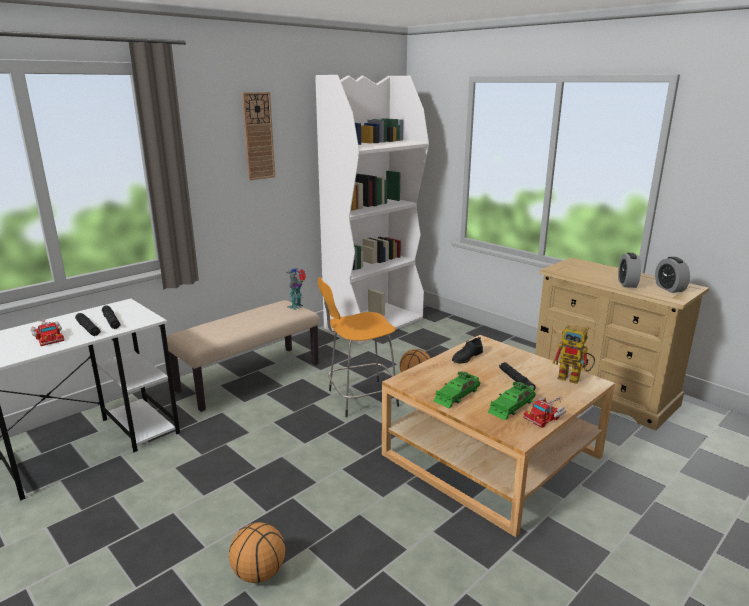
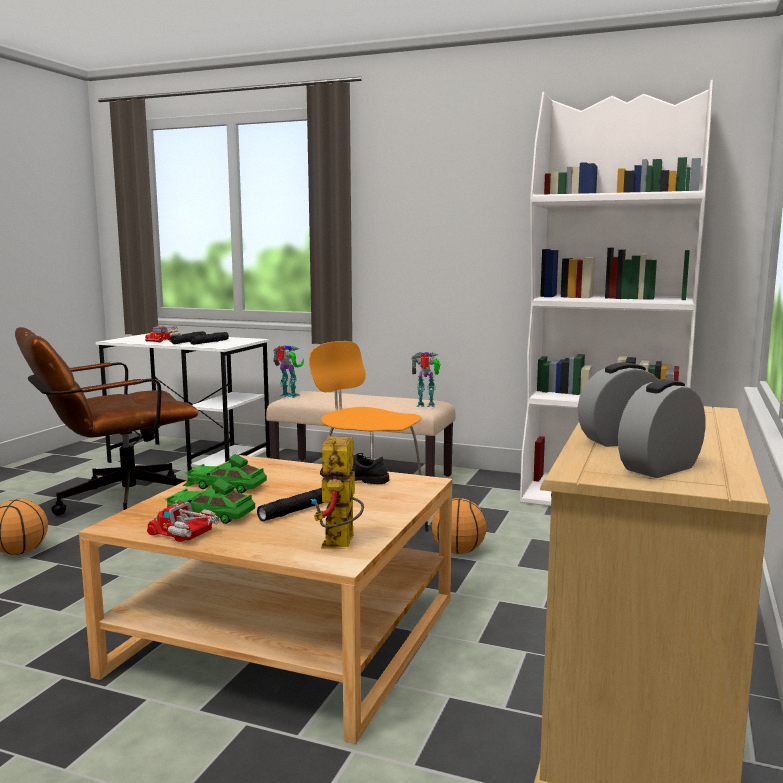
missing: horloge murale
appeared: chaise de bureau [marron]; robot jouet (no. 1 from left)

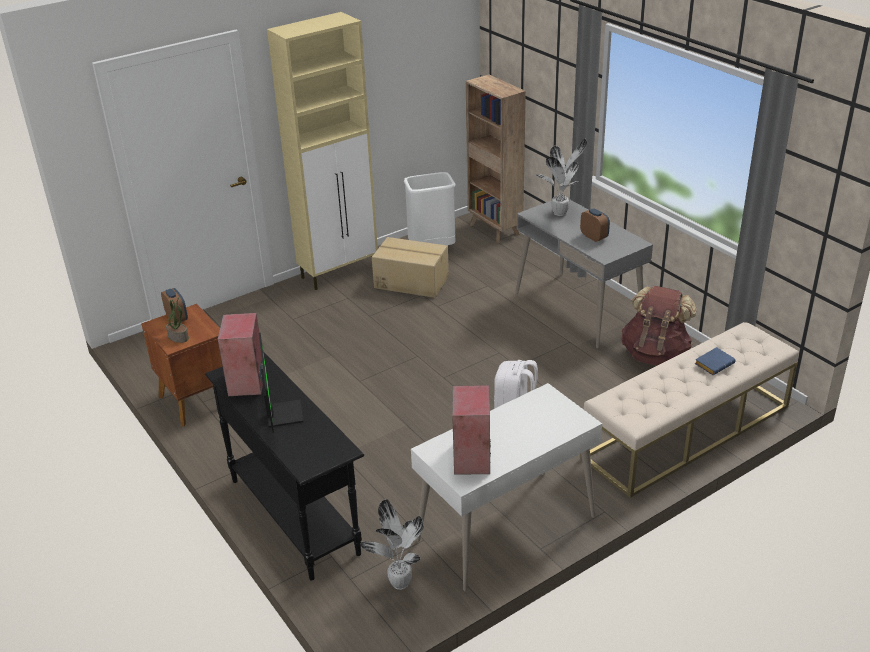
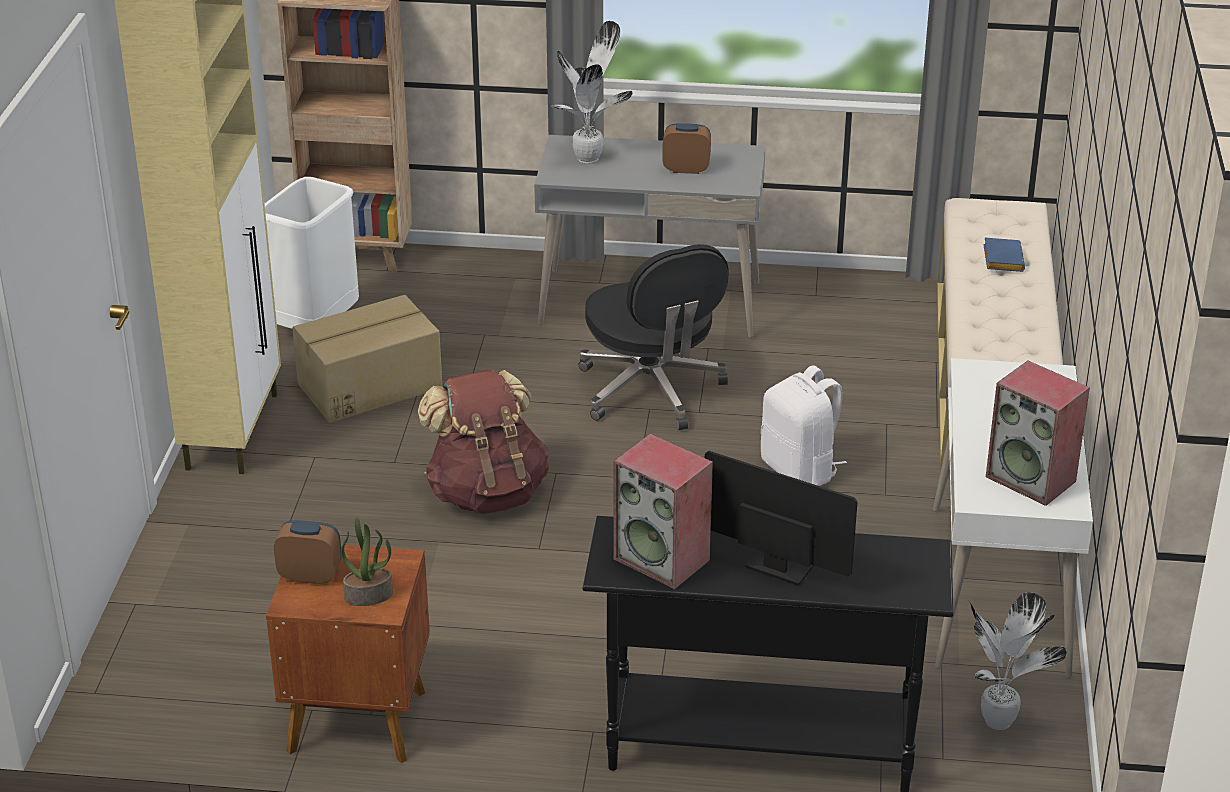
appeared: chaise de bureau [noir]
relocated: sac à dos [marron]

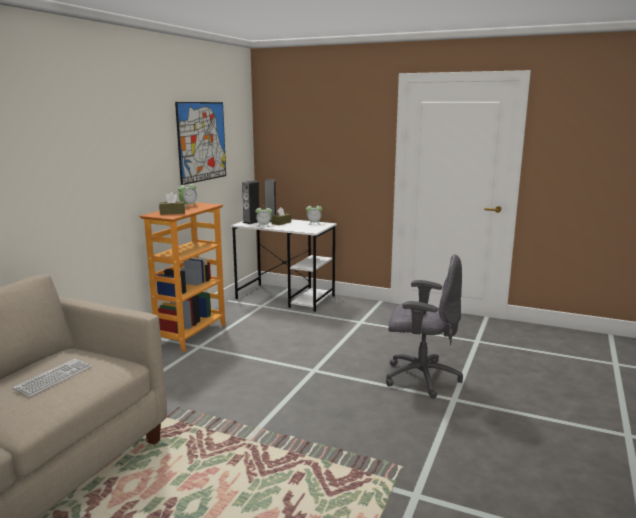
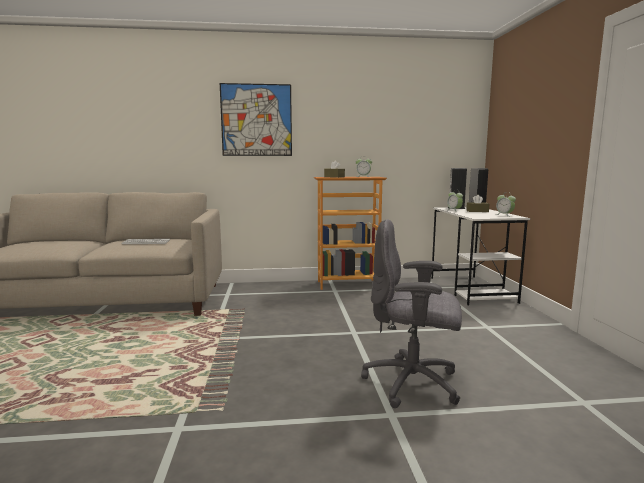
relocated: tableau
spun: chaise de bureau [gris] 120 degrees clockwise

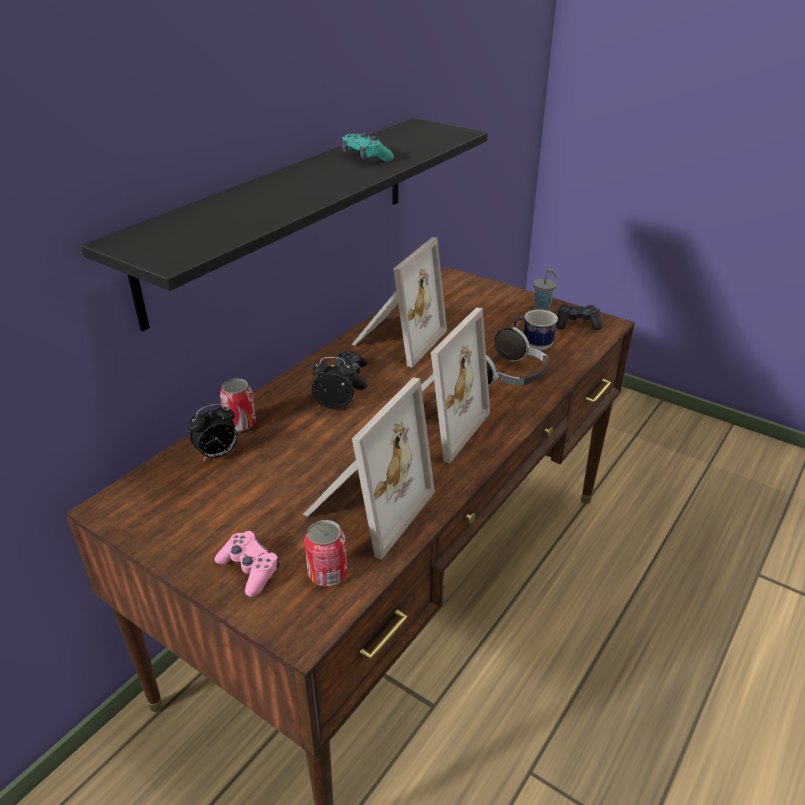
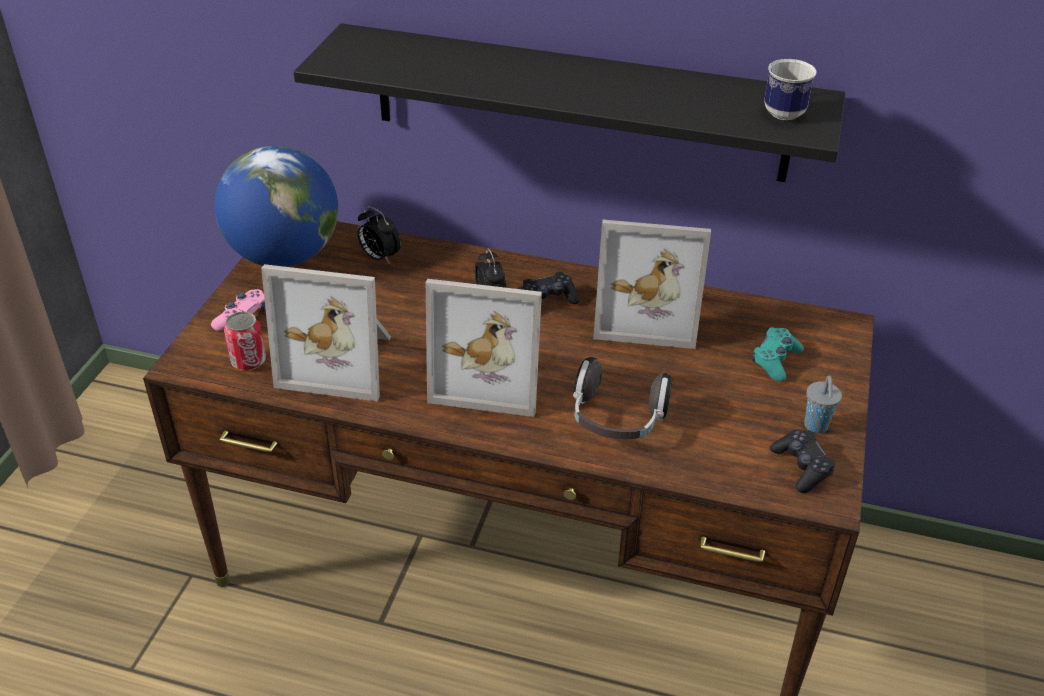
missing: boîte métallique (no. 1 from left)
appeared: globe
relocated: manette [turquoise]; mug

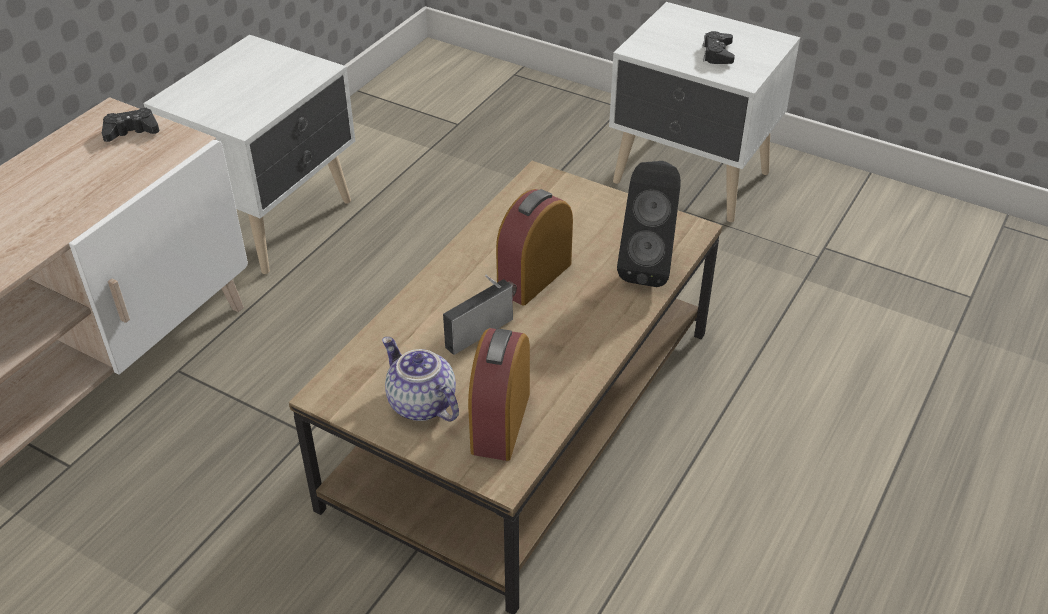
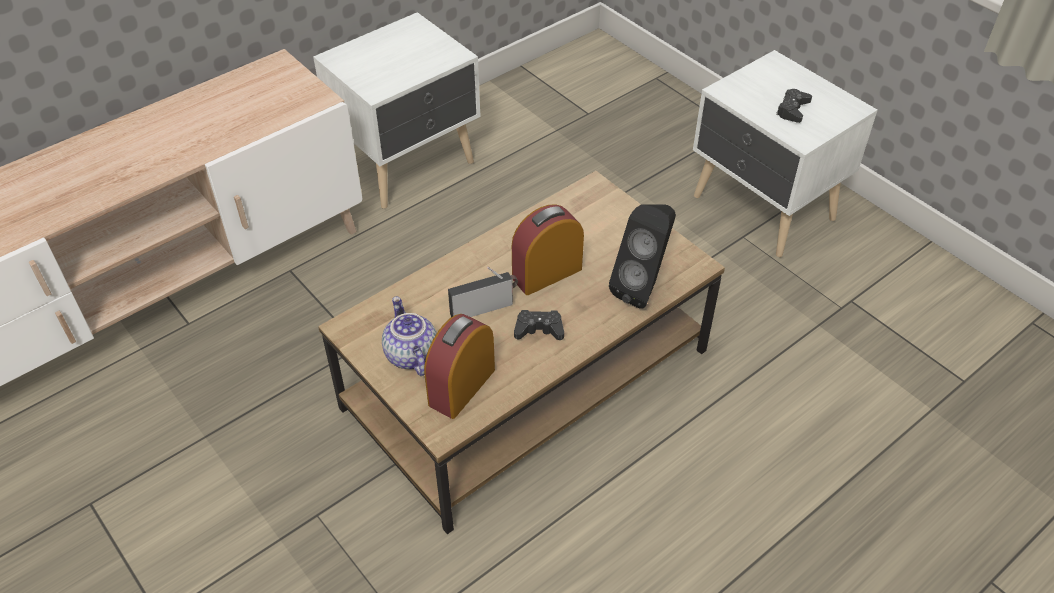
relocated: manette [noir] (no. 1 from left)

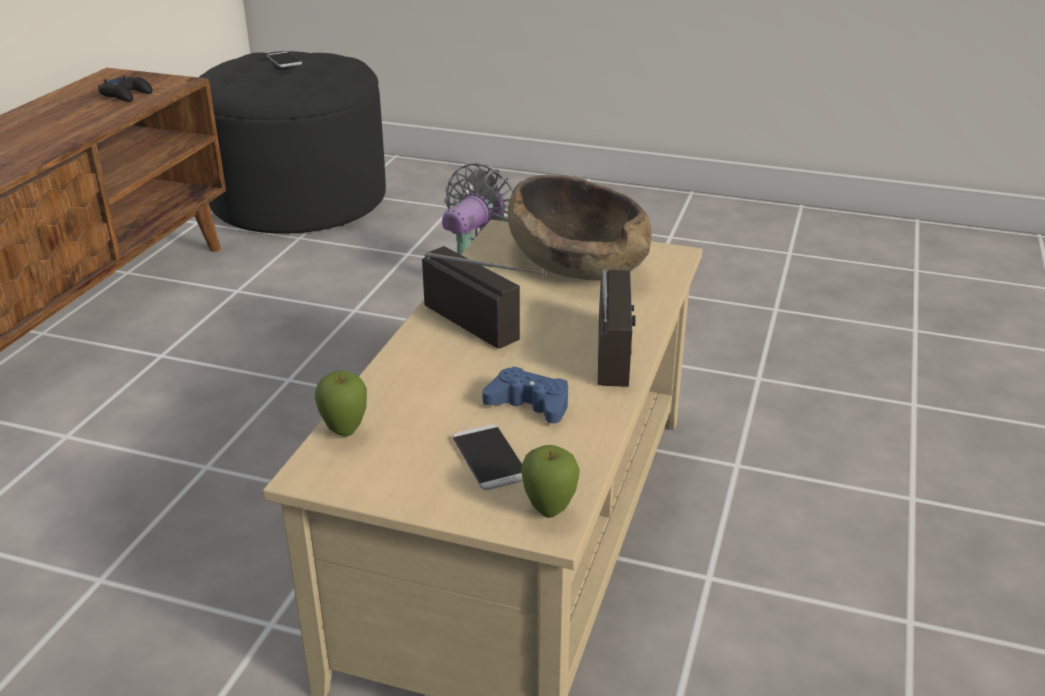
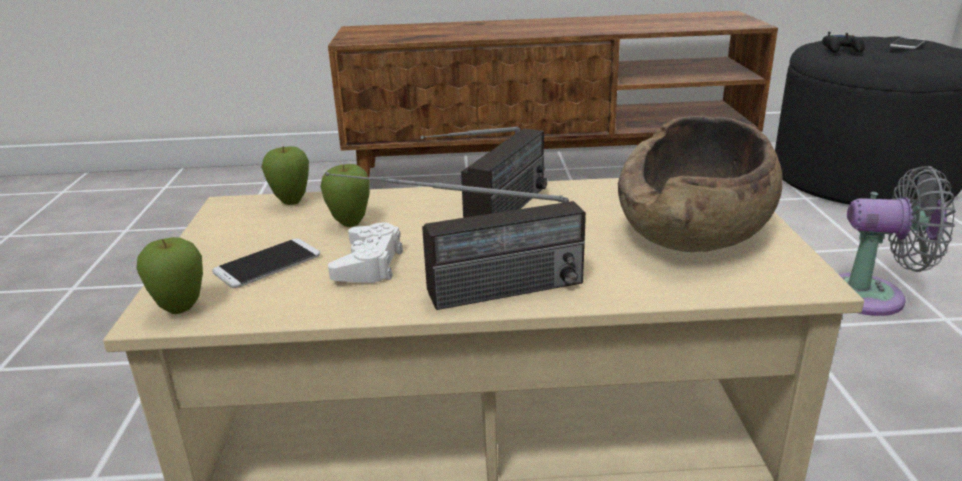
appeared: pomme (no. 3 from left)
relocated: manette [noir]
colour: manette [bleu] to manette [blanc]

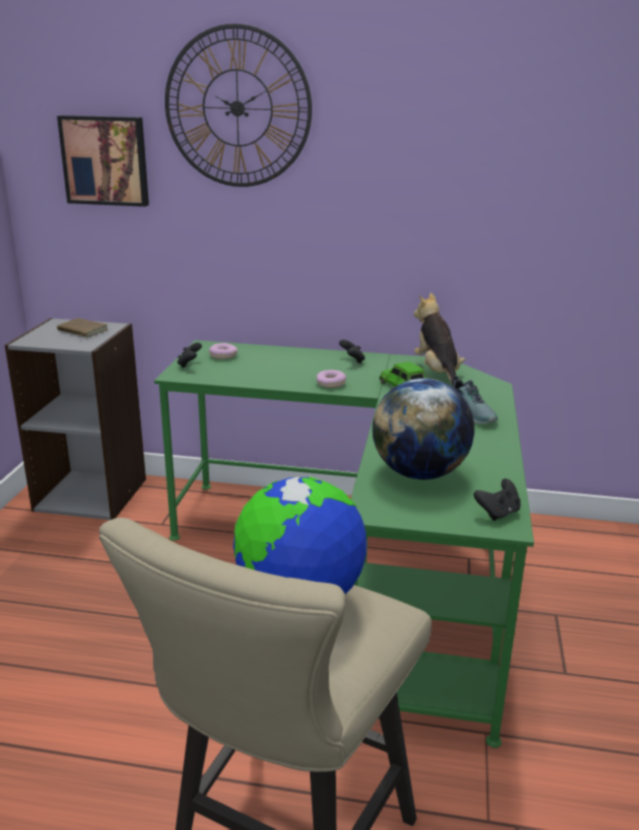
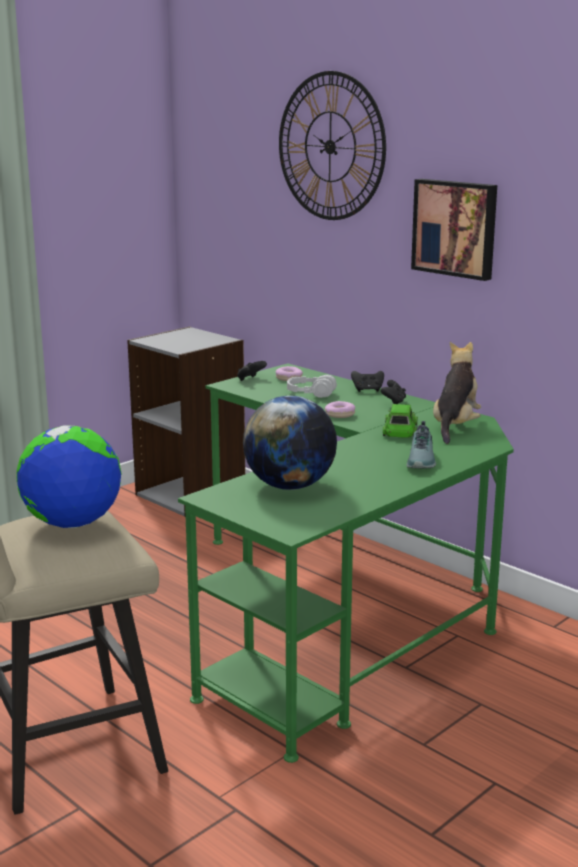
missing: livre [marron]
appeared: casque audio [gris]
relocated: tableau; manette [noir] (no. 3 from left in the first image) to manette [noir] (no. 2 from left)

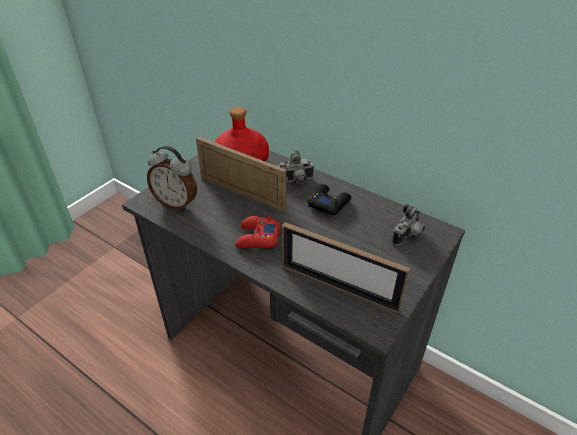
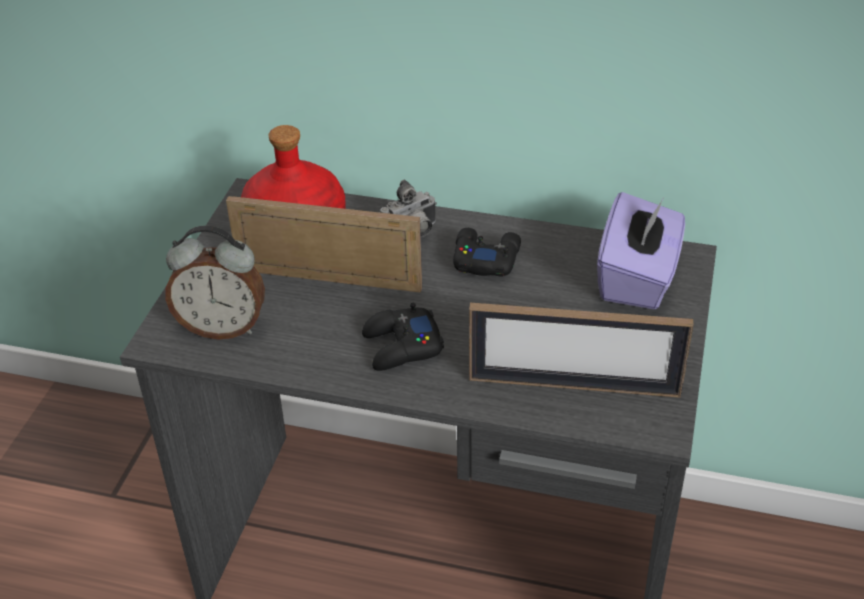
exchanged: appareil photo (no. 2 from left) to boîte à mouchoirs [violet]
colour: manette [rouge] to manette [noir] (no. 1 from left)

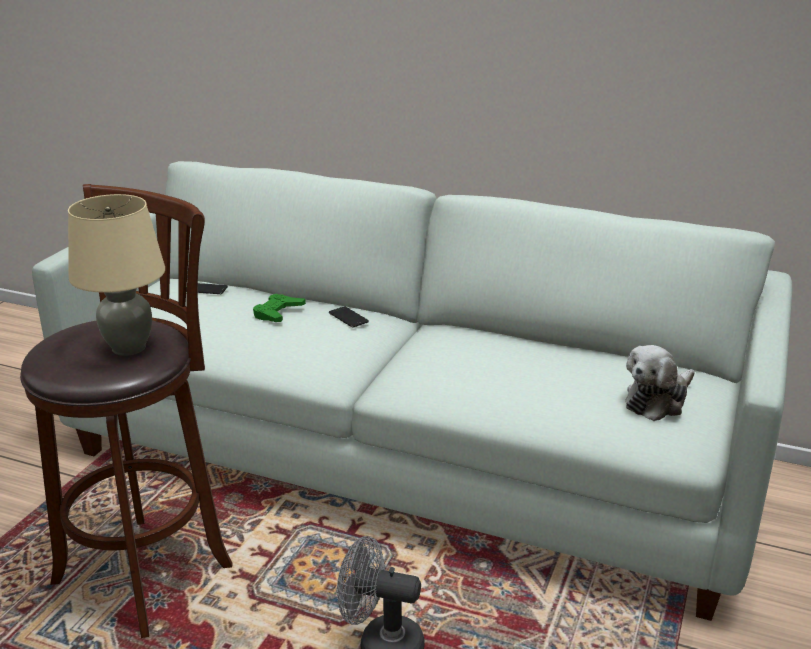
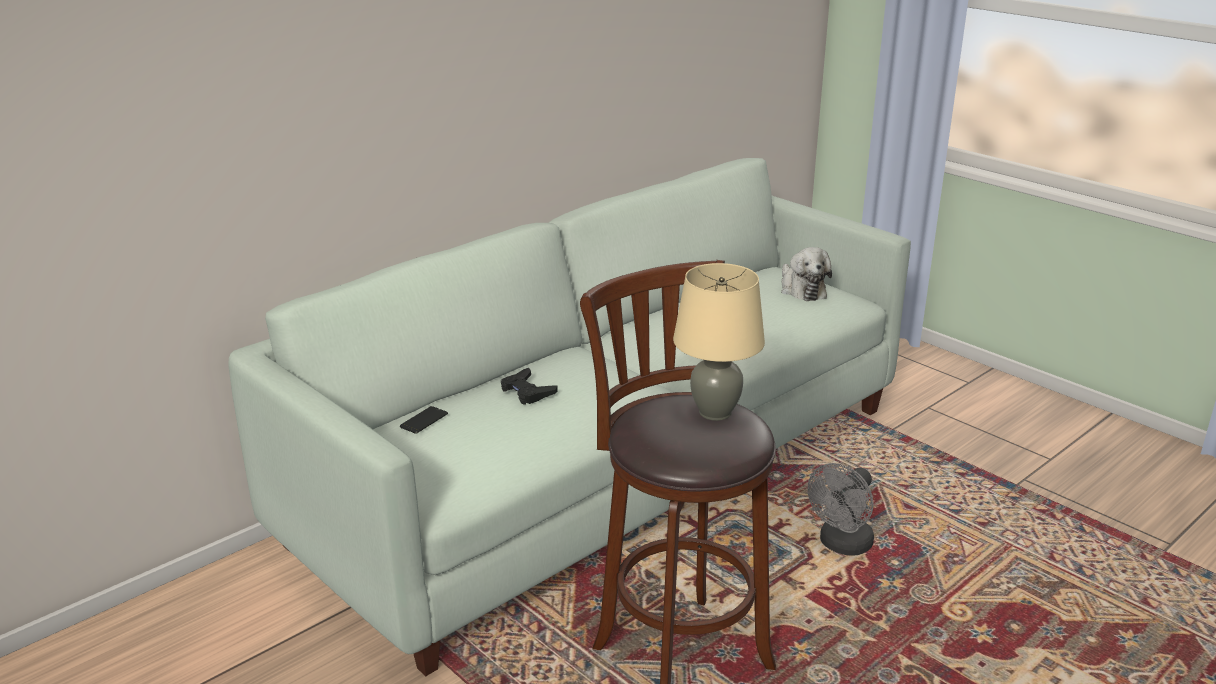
missing: téléphone (no. 2 from left)
colour: manette [vert] to manette [noir]

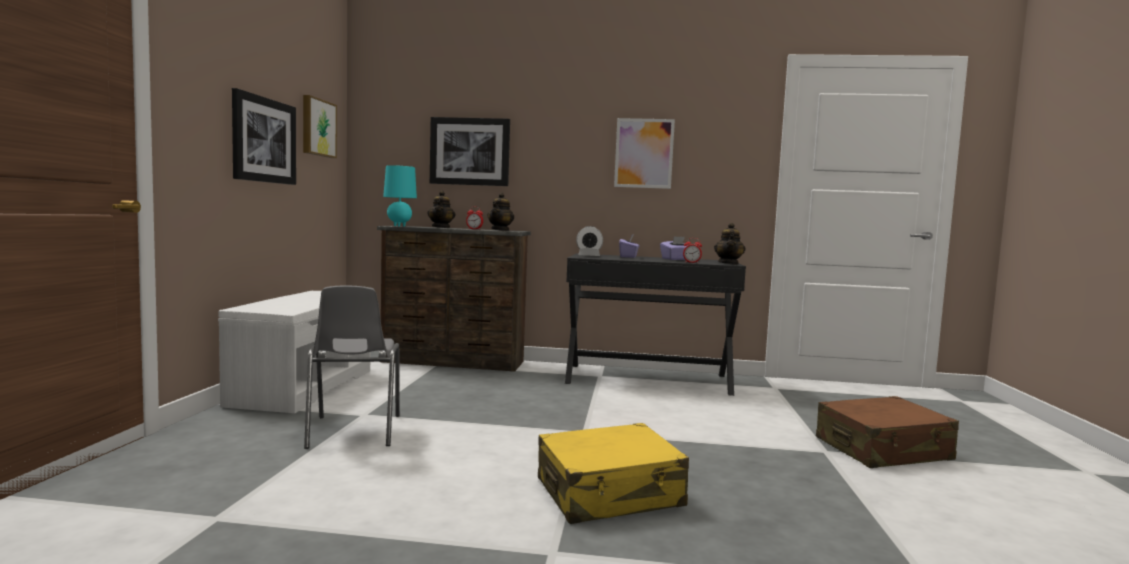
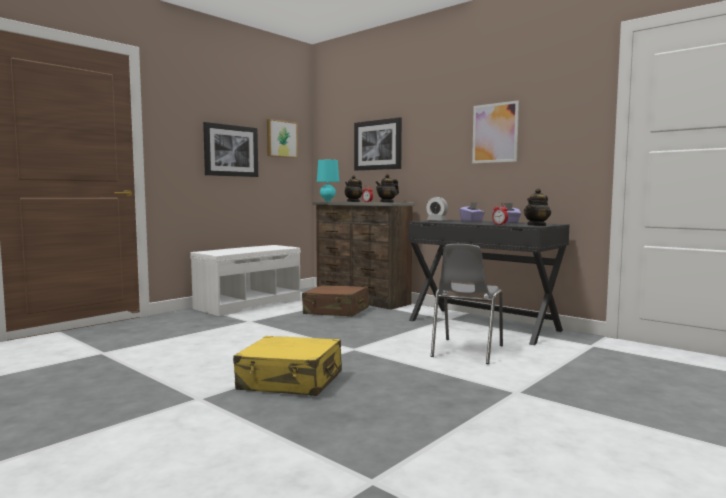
relocated: chaise [gris]; valise [marron]

